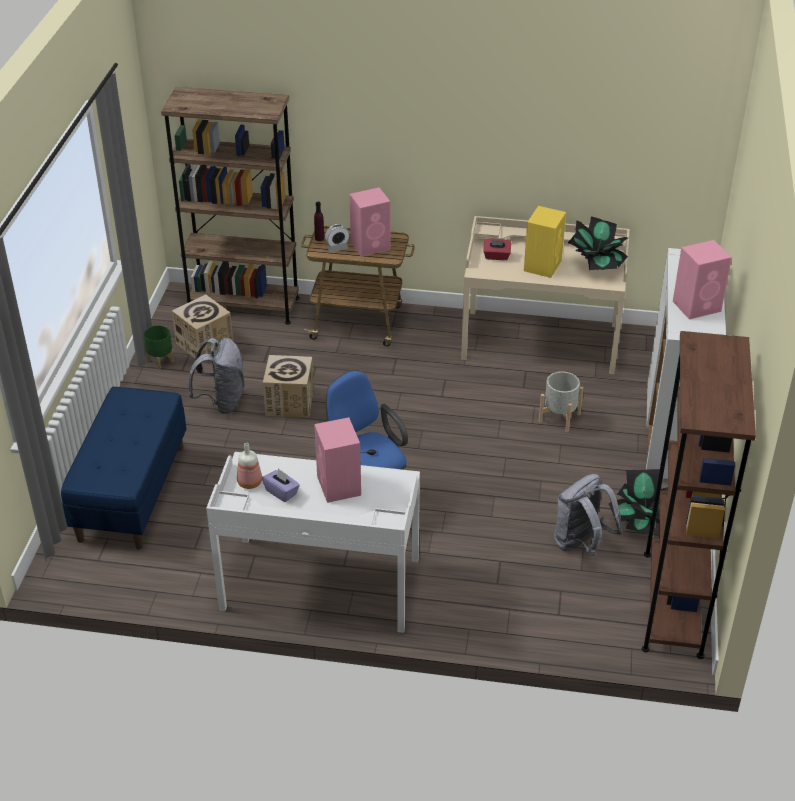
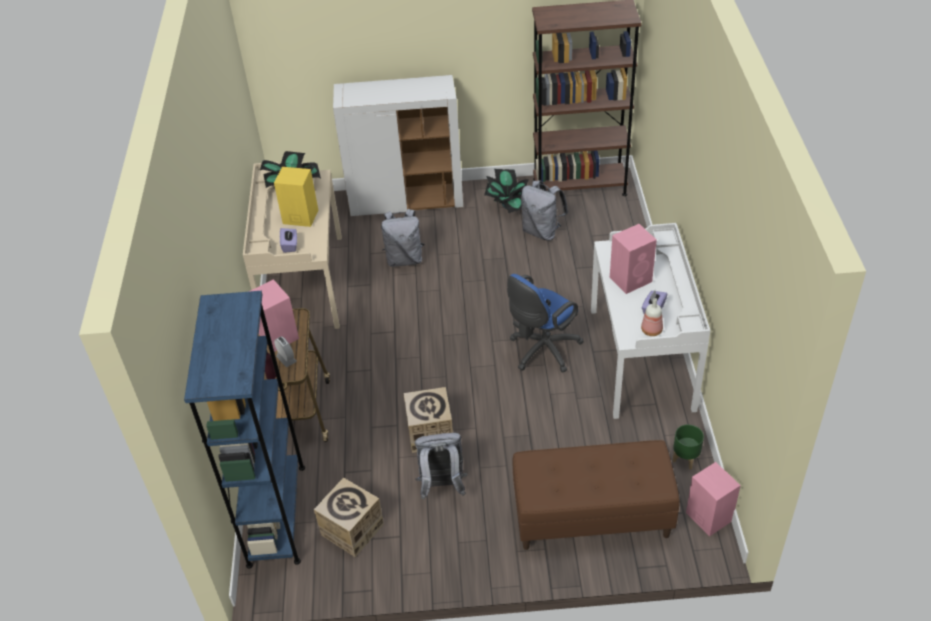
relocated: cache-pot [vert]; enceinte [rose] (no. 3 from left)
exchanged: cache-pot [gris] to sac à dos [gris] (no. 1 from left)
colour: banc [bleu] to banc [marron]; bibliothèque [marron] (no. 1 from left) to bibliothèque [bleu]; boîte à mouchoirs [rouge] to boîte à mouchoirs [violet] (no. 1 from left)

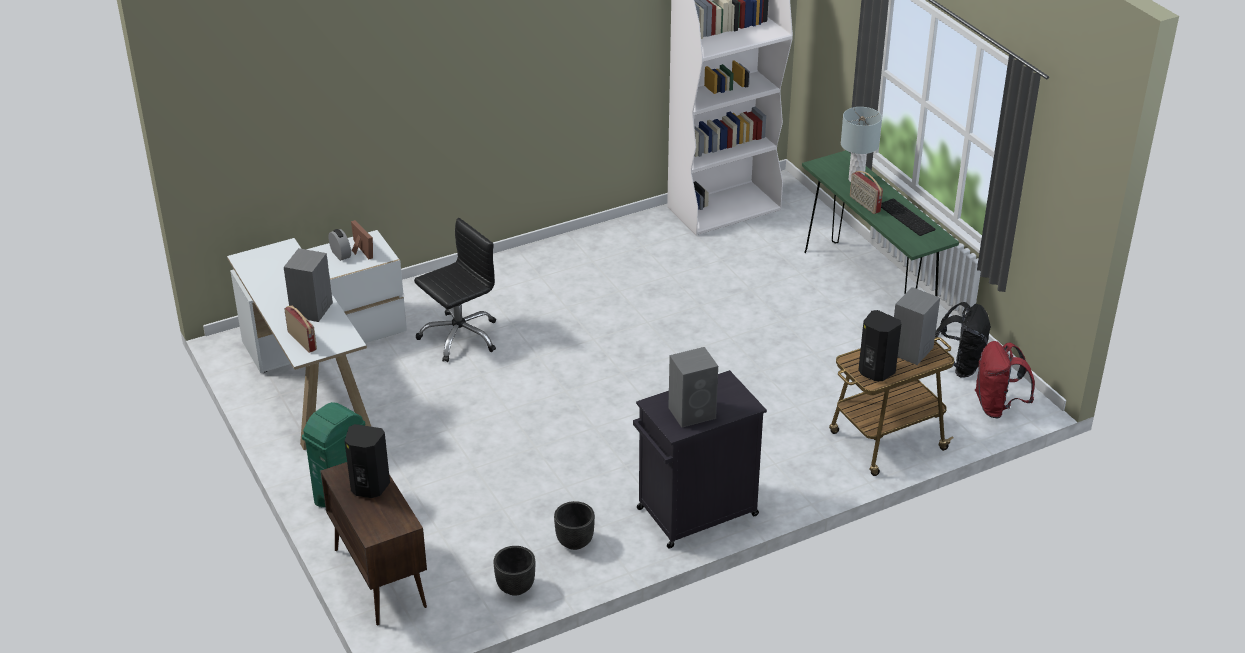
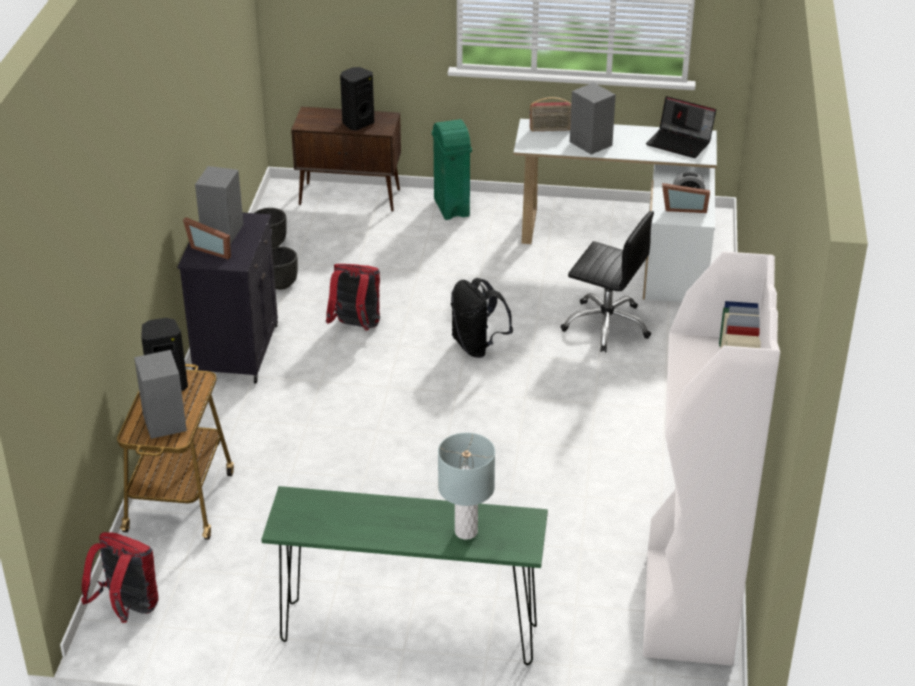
missing: radio (no. 2 from left); clavier
appeared: cadre photo (no. 1 from left); sac à dos [rouge] (no. 2 from left); ordinateur portable
relocated: sac à dos [noir]
spun: chaise de bureau [noir] 60 degrees counterclockwise

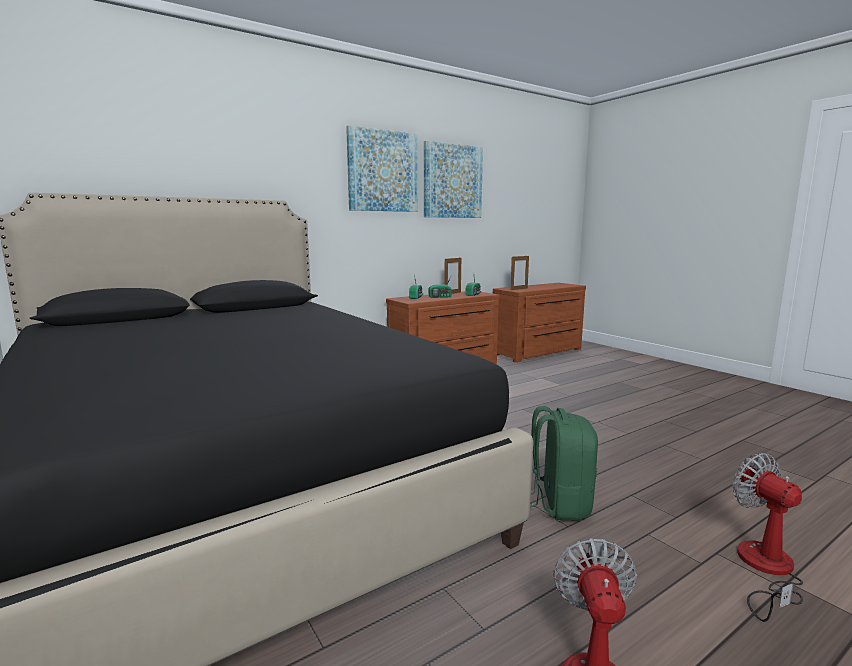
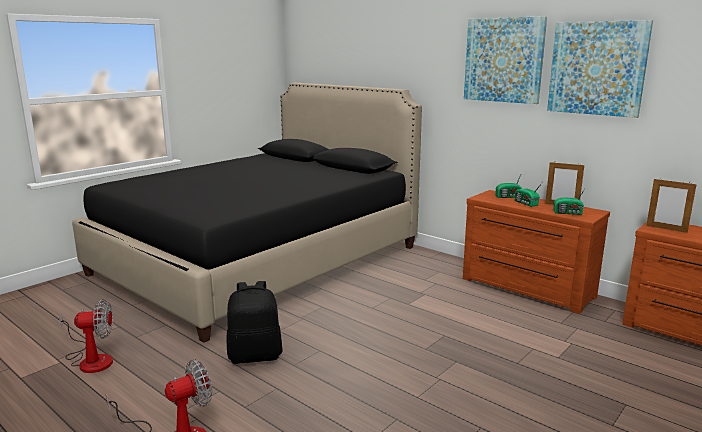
colour: sac à dos [vert] to sac à dos [noir]

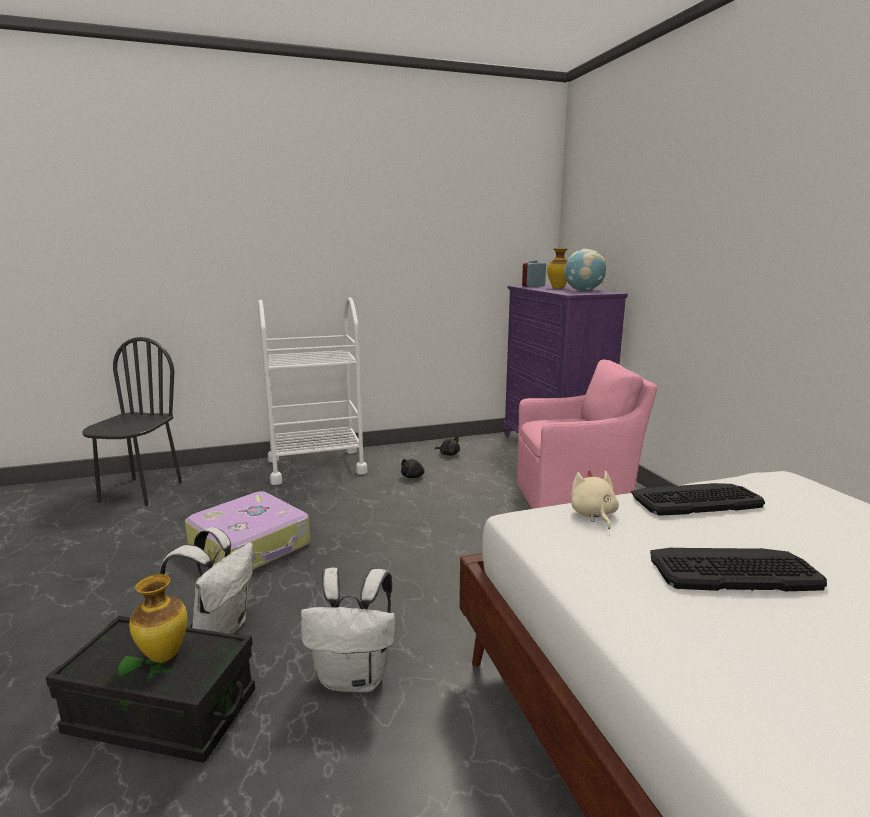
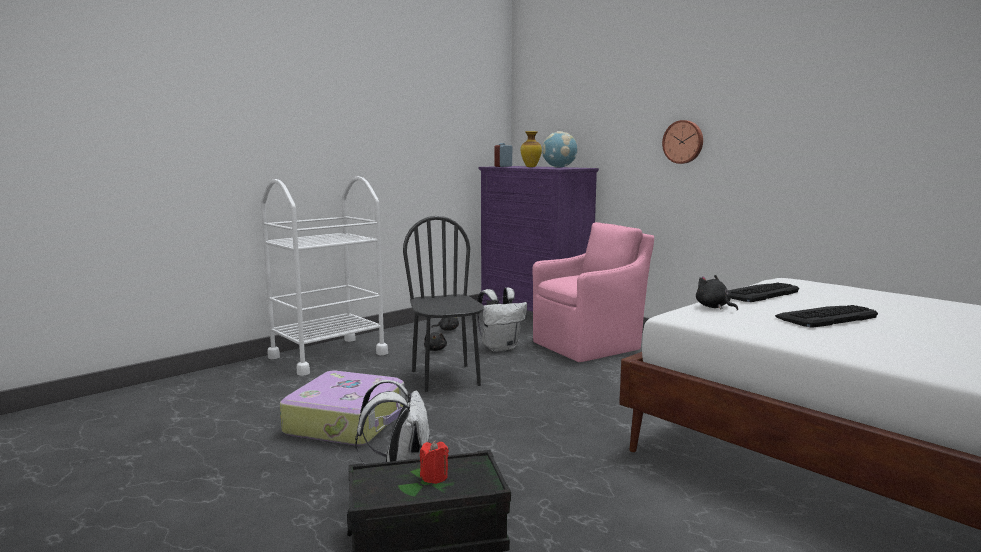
appeared: horloge murale
relocated: chaise [noir]; sac à dos [blanc] (no. 2 from left)
exchanged: vase (no. 1 from left) to bougie [rouge]
colour: peluche [beige] to peluche [noir] (no. 3 from left)

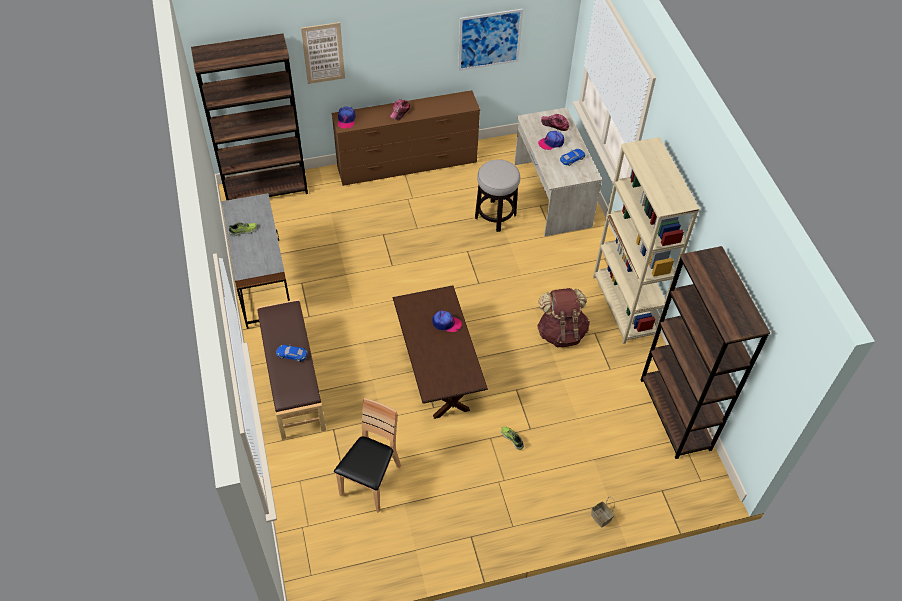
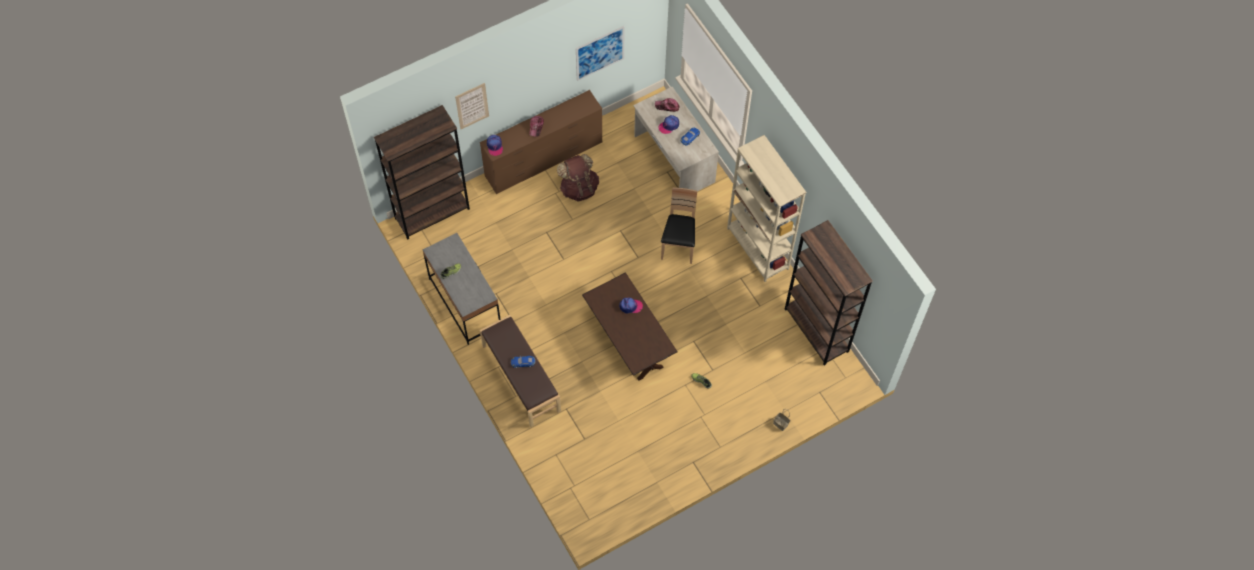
missing: tabouret
relocated: chaise [marron]; sac à dos [marron]

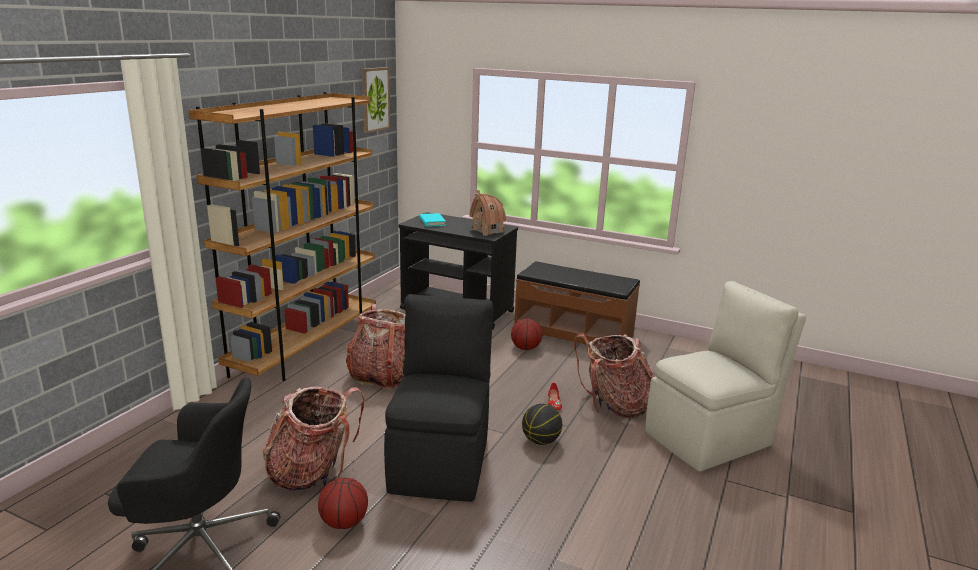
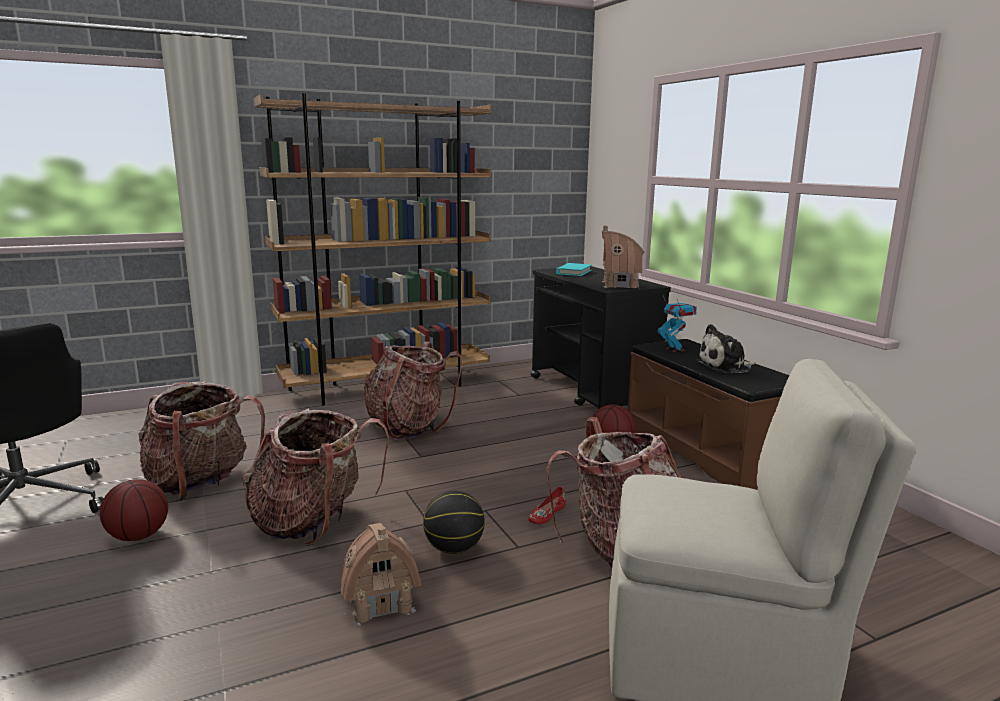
missing: tableau
appeared: maison miniature (no. 1 from left); robot jouet; peluche
exchanged: chaise [noir] to sac à dos (no. 2 from left)

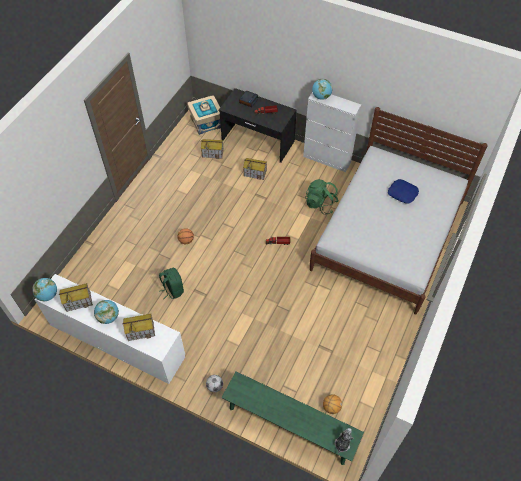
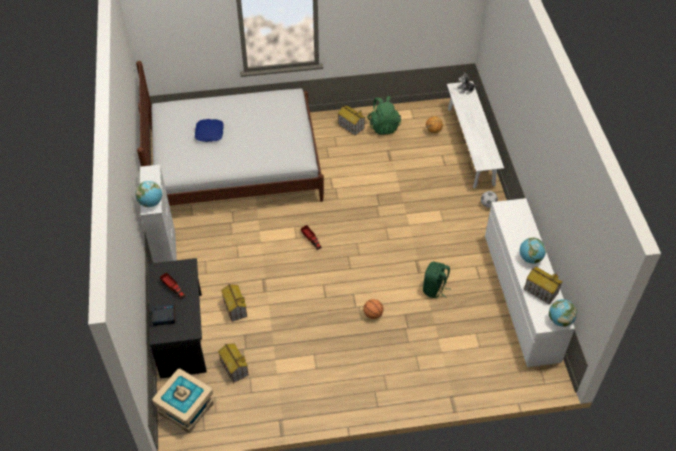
relocated: maison miniature (no. 2 from left in the first image) to maison miniature (no. 3 from left); sac à dos [vert] (no. 2 from left in the first image) to sac à dos [vert] (no. 1 from left)
colour: banc [vert] to banc [blanc]

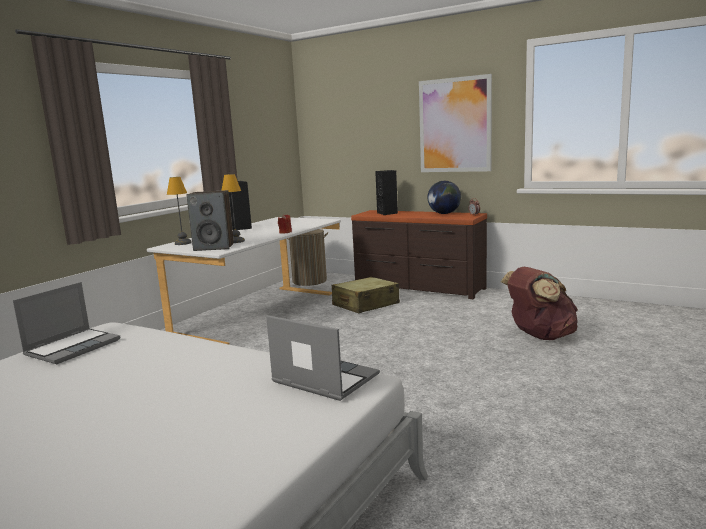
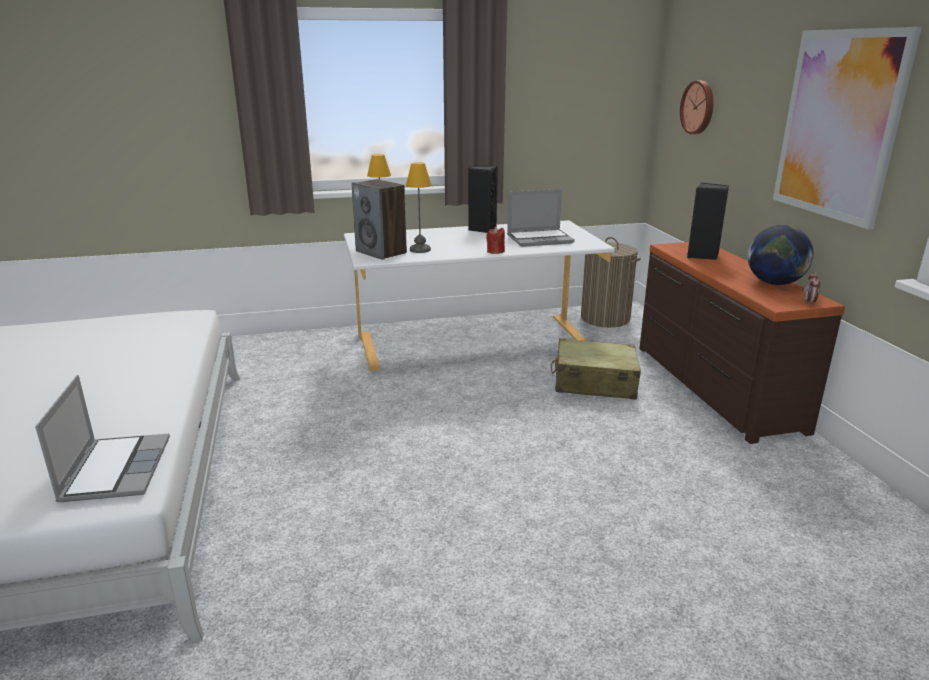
missing: sac à dos [marron]
appeared: horloge murale
relocated: ordinateur portable (no. 1 from left in the first image) to ordinateur portable (no. 2 from left)

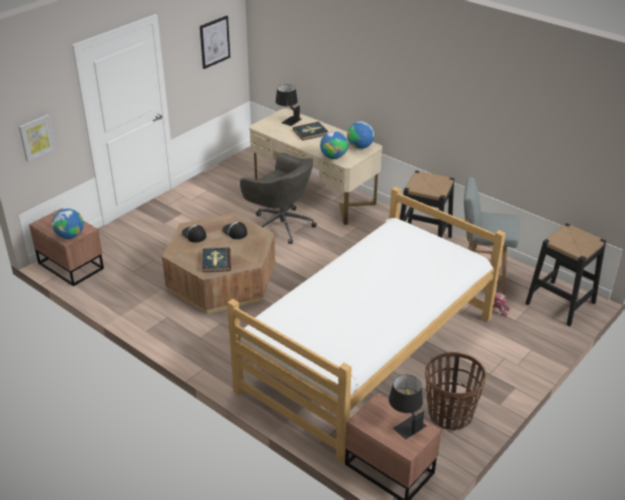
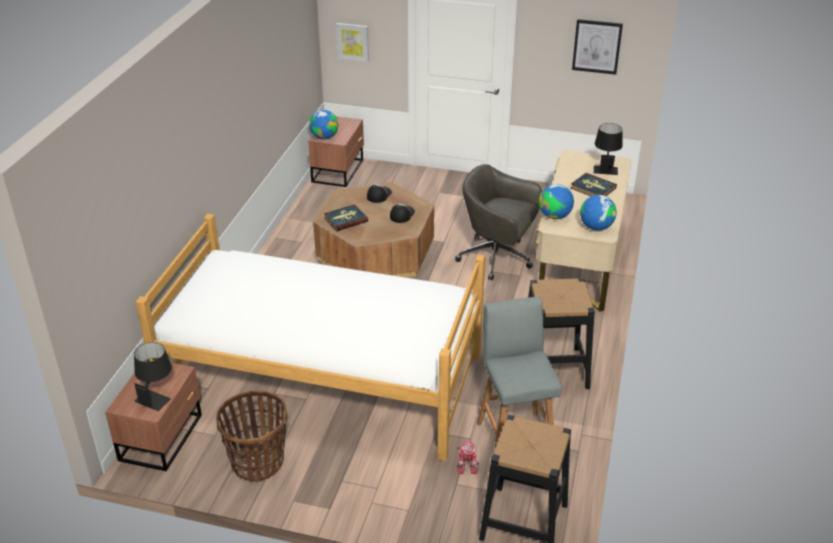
spun: chaise de bureau [gris] 105 degrees clockwise

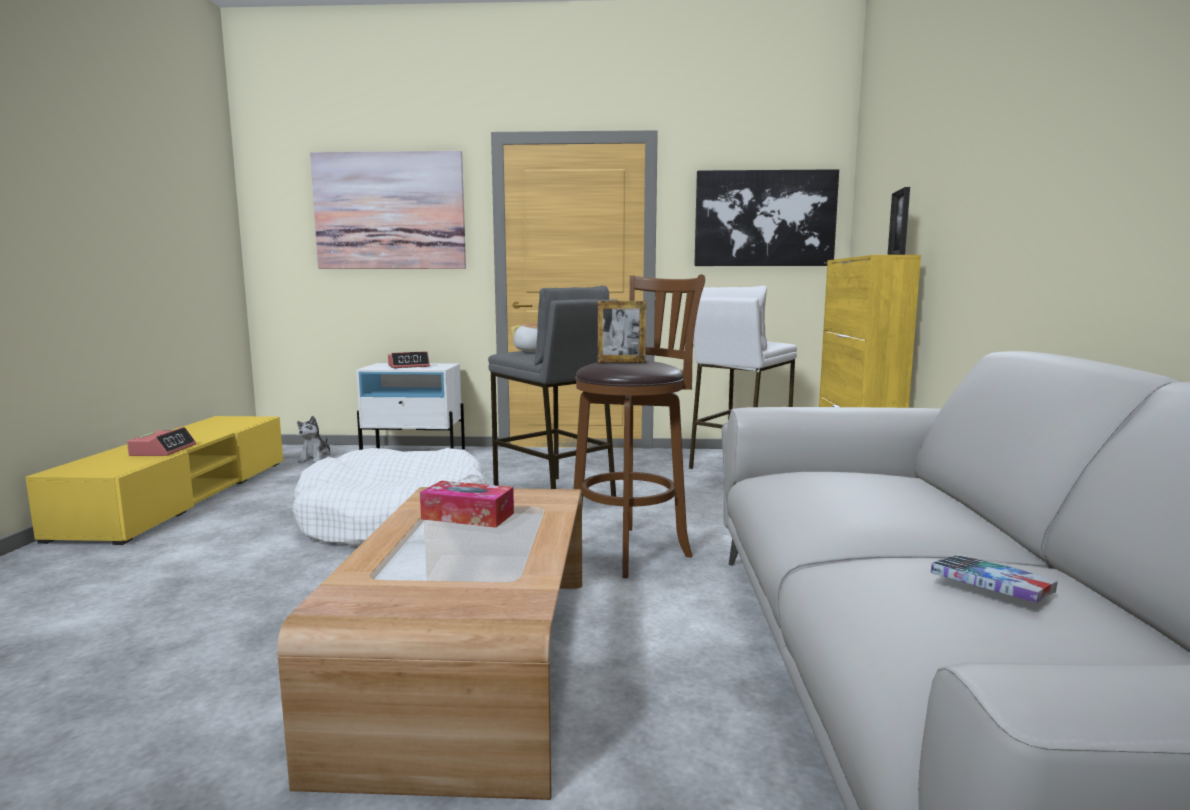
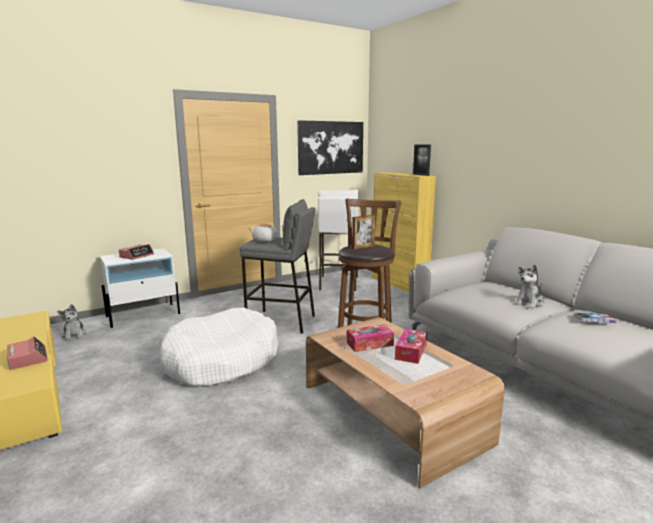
missing: tableau (no. 1 from left)
appeared: boîte à mouchoirs (no. 2 from left); peluche (no. 3 from left)

